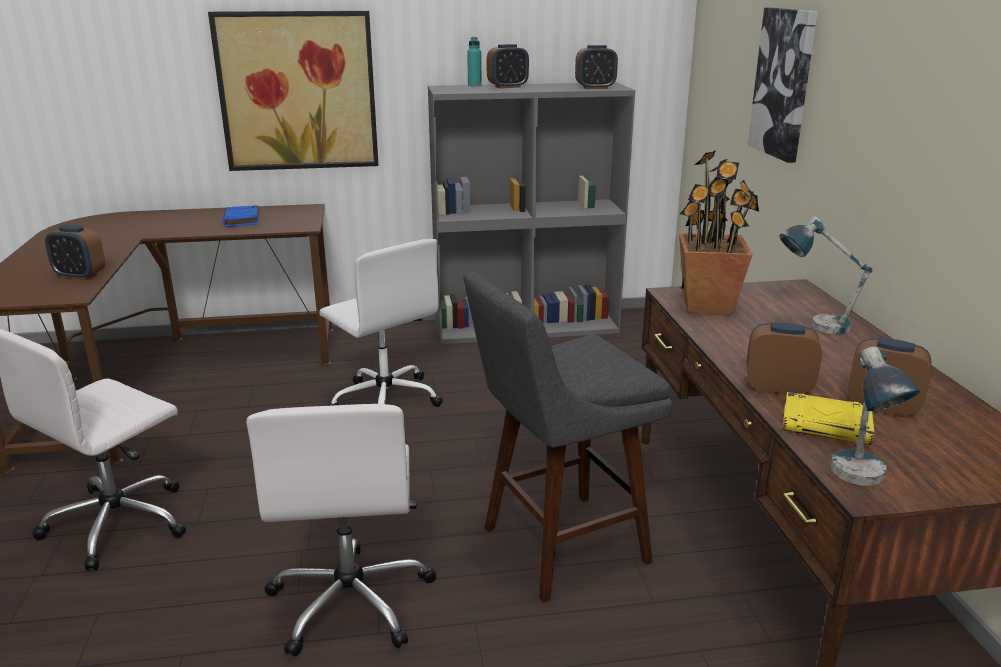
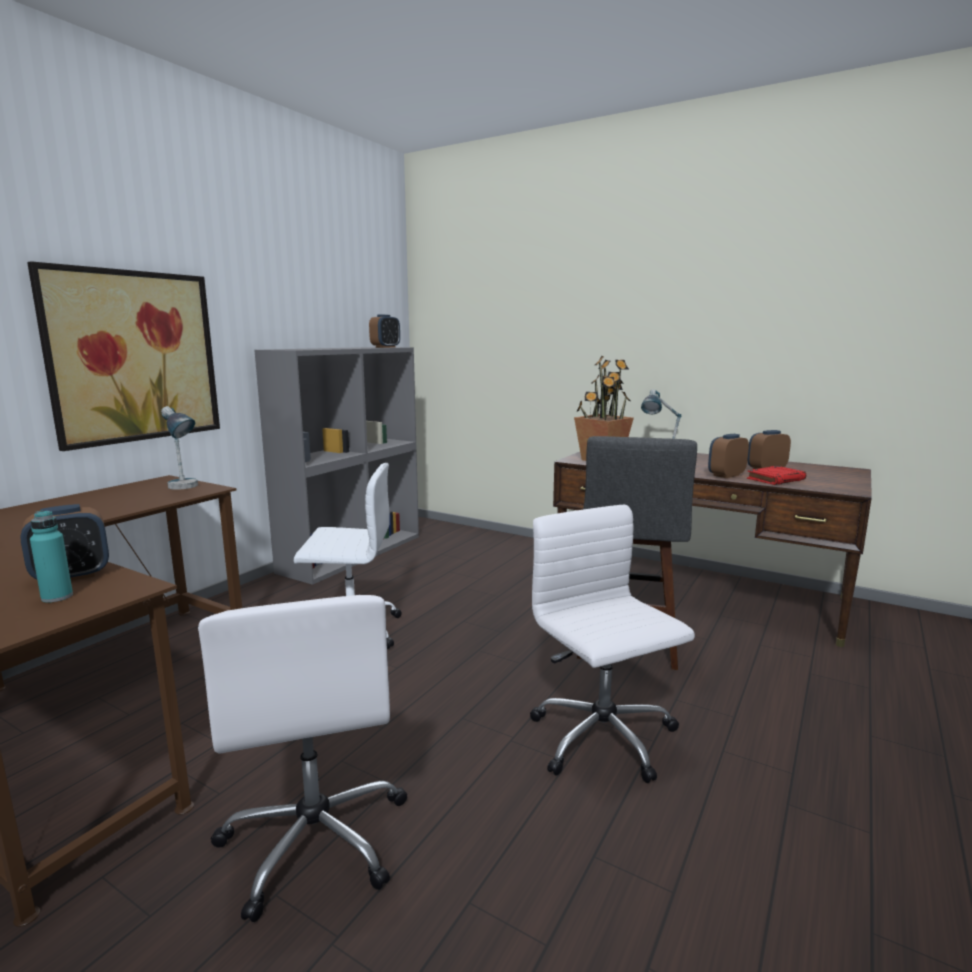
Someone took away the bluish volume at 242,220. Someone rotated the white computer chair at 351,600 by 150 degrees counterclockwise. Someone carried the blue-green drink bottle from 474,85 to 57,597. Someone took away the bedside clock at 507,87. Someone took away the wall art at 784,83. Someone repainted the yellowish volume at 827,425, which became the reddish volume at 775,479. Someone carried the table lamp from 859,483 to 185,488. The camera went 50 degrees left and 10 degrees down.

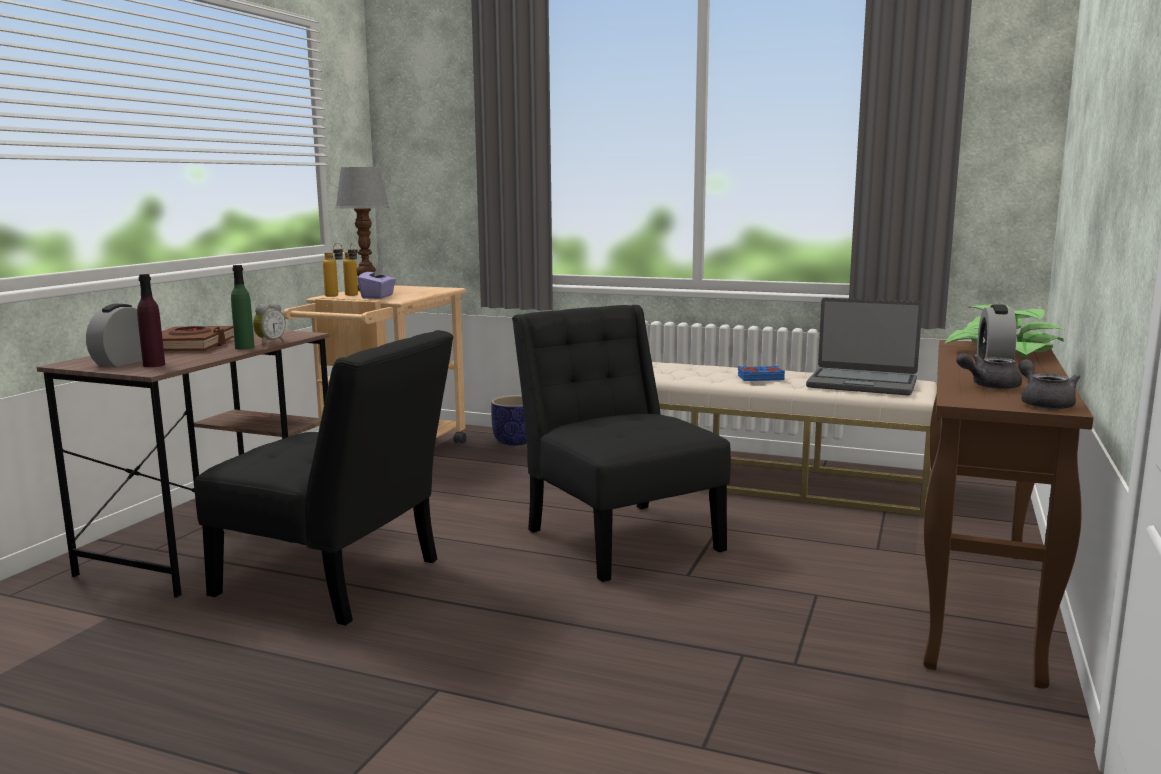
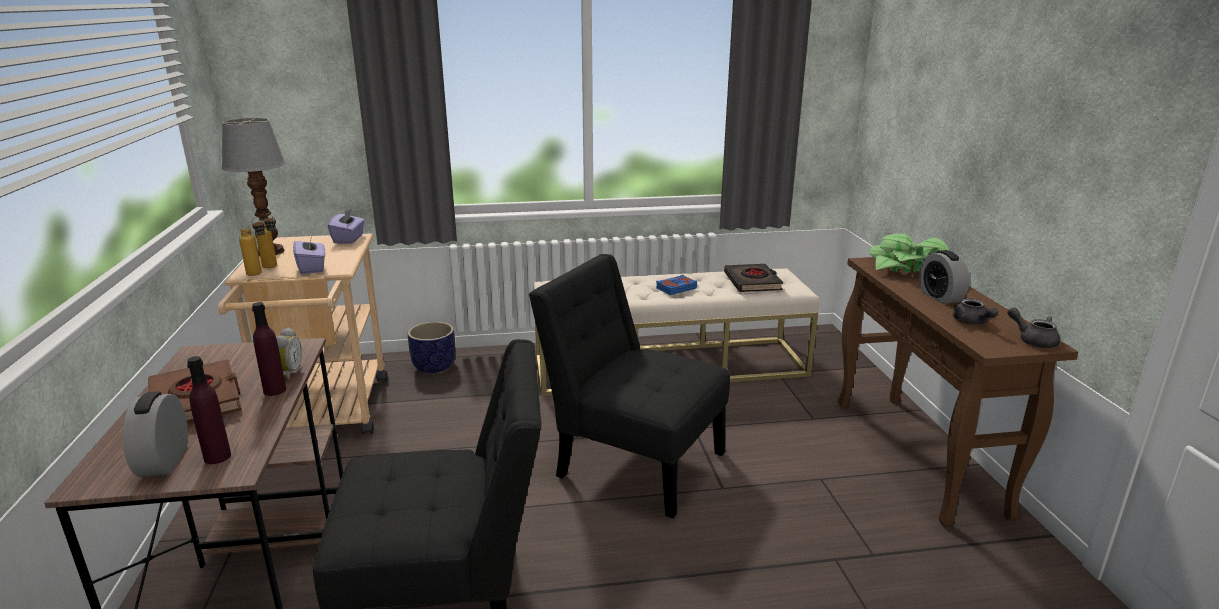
Someone repainted the greenish drink bottle at 244,347, which became the purple drink bottle at 275,390. Someone swapped the notebook computer at 862,383 for the black volume at 752,282. Someone rotated the gray pot for tea at 988,386 by 60 degrees counterclockwise. Someone put down the purple box of tissues at 349,239. The camera went 30 degrees left and 10 degrees up.

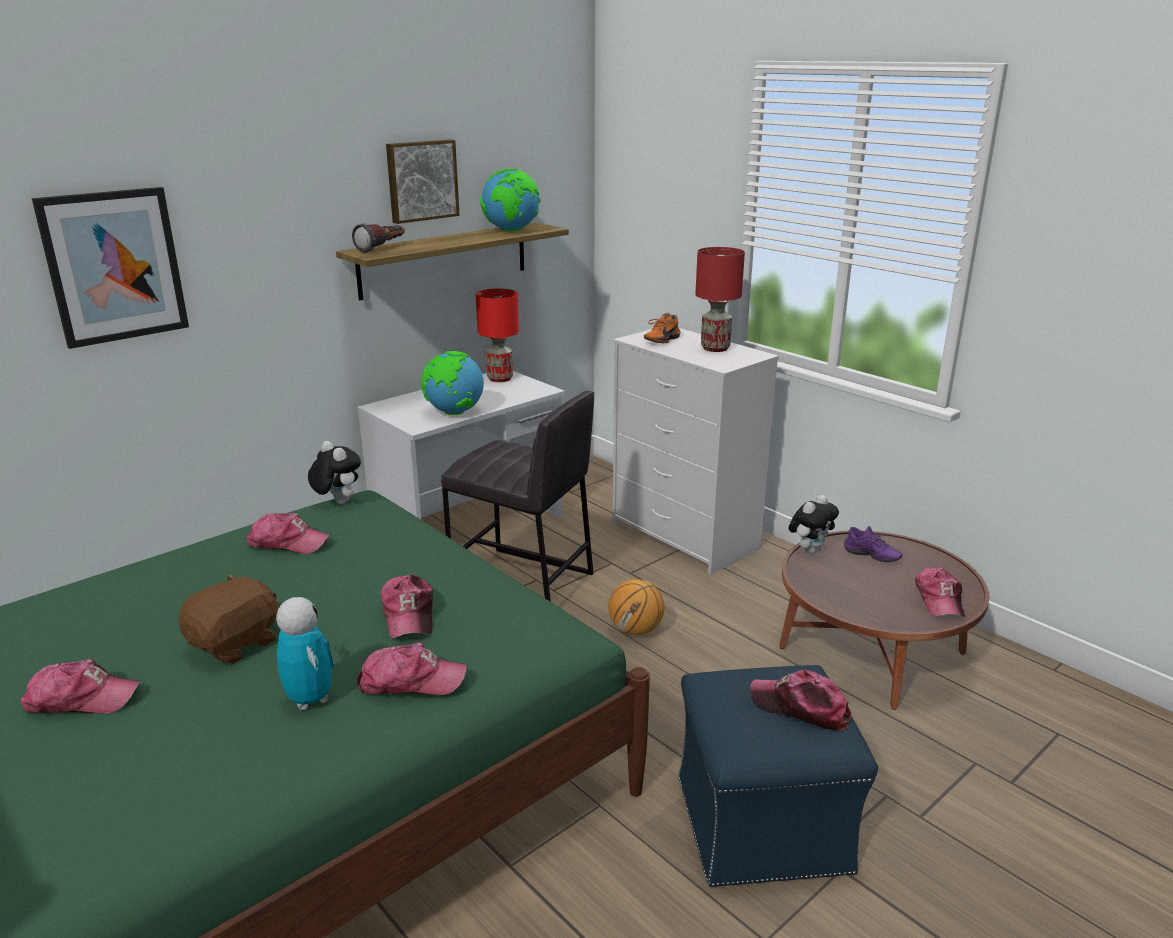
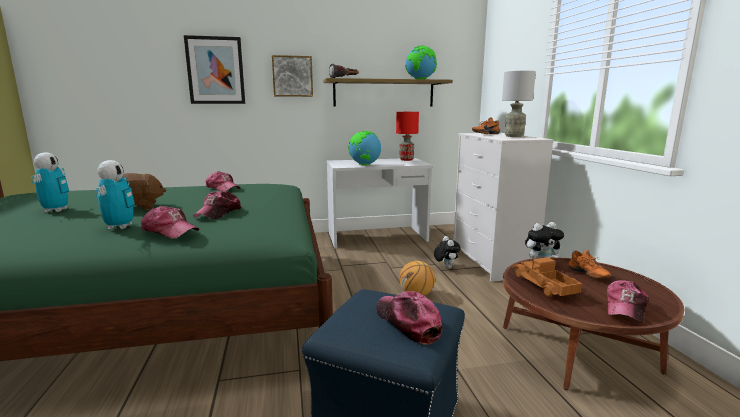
Someone swapped the cap at 81,699 for the model robot at 56,210. Someone carried the soft toy from 337,502 to 445,267. Someone carried the wall art from 421,180 to 292,76. Someone took away the gray stool seat at 522,583. Someone repainted the reddish table lamp at 714,348, which became the gray table lamp at 513,136. Someone repainted the purple low shoe at 870,557, which became the orange-coloured low shoe at 587,275. Someone put down the toy lorry at 544,285. The camera went 30 degrees right and 10 degrees down.

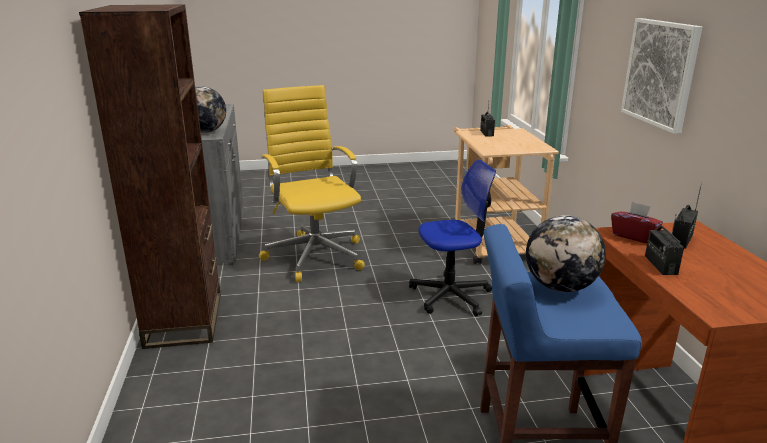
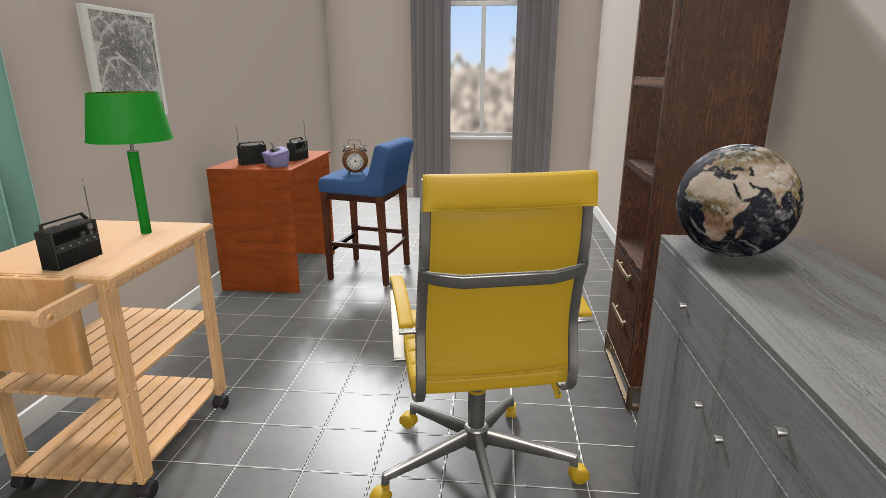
Someone took away the computer chair at 451,295. Someone swapped the world globe at 560,287 for the bedside clock at 355,173. Someone repainted the reddish box of tissues at 633,236, which became the purple box of tissues at 276,165. Someone put down the greenish table lamp at 146,233. The camera went 165 degrees left and 5 degrees down.

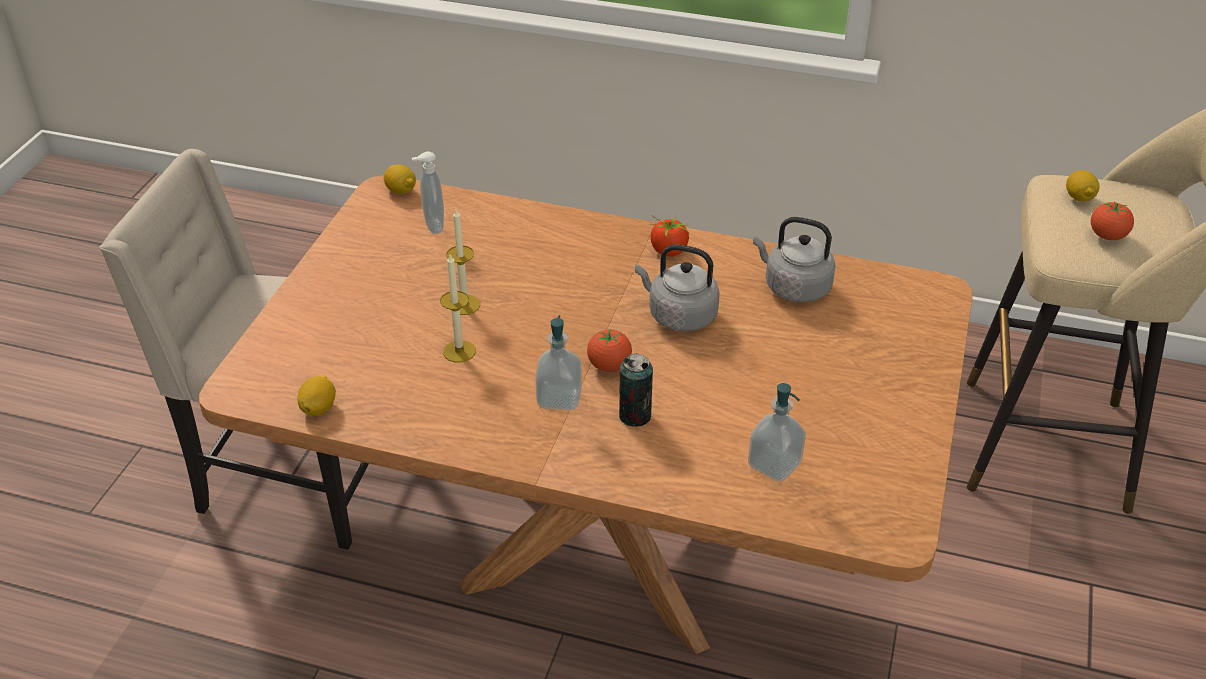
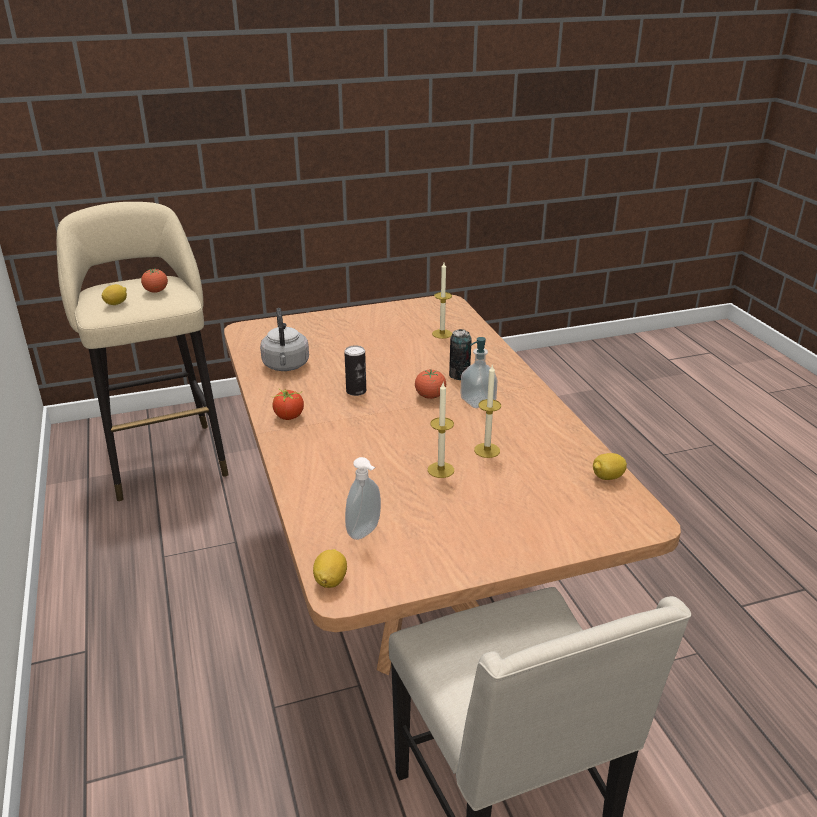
Someone swapped the gray kettle at 679,315 for the metal can at 356,391. Someone swapped the soap dispenser at 774,464 for the wax candle at 442,334. The camera went 125 degrees left and 10 degrees down.

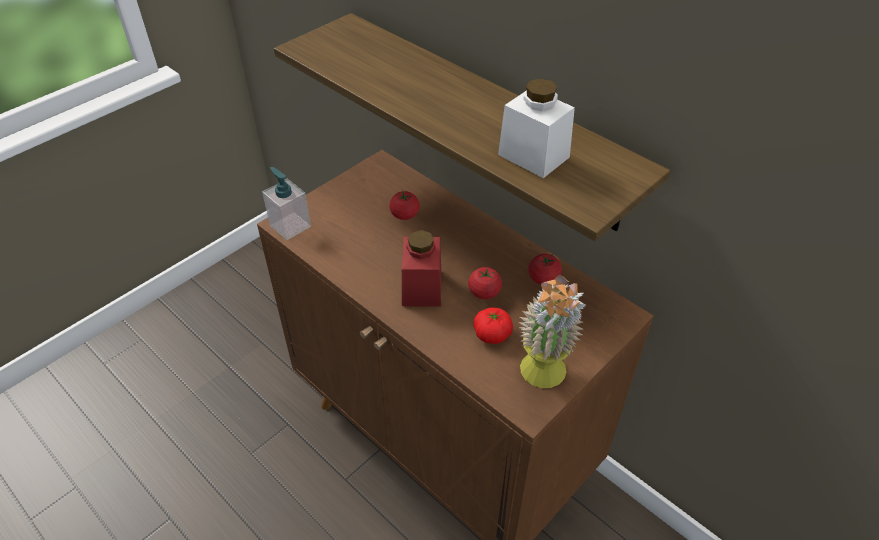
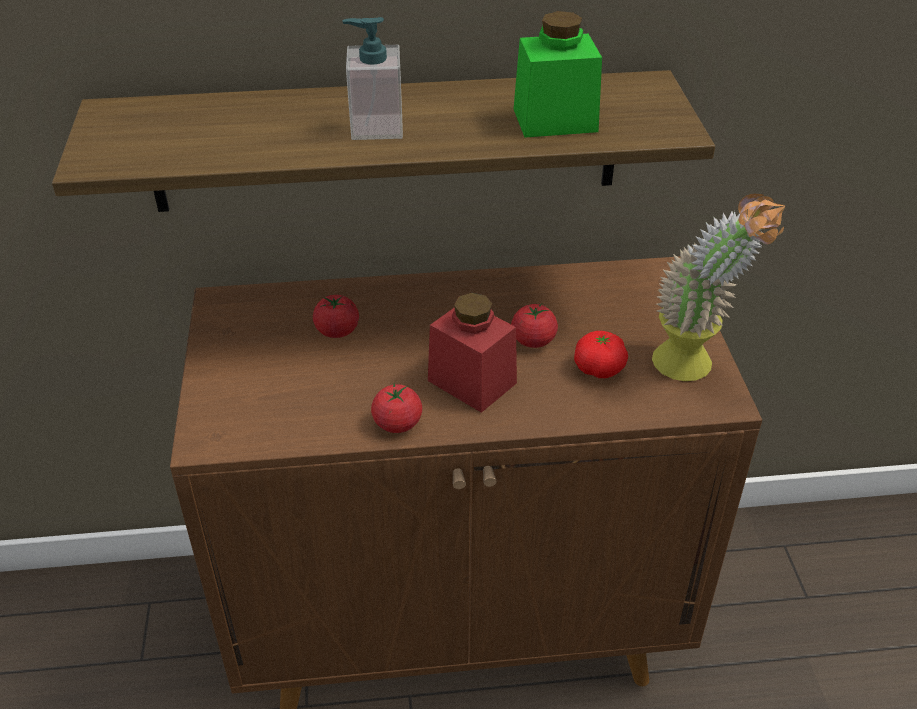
Someone carried the soap dispenser from 290,226 to 376,127. Someone repainted the white storage jar at 533,156, which became the greenish storage jar at 555,120. Someone carried the fresh tomato from 543,278 to 397,423. The camera went 50 degrees left and 5 degrees down.

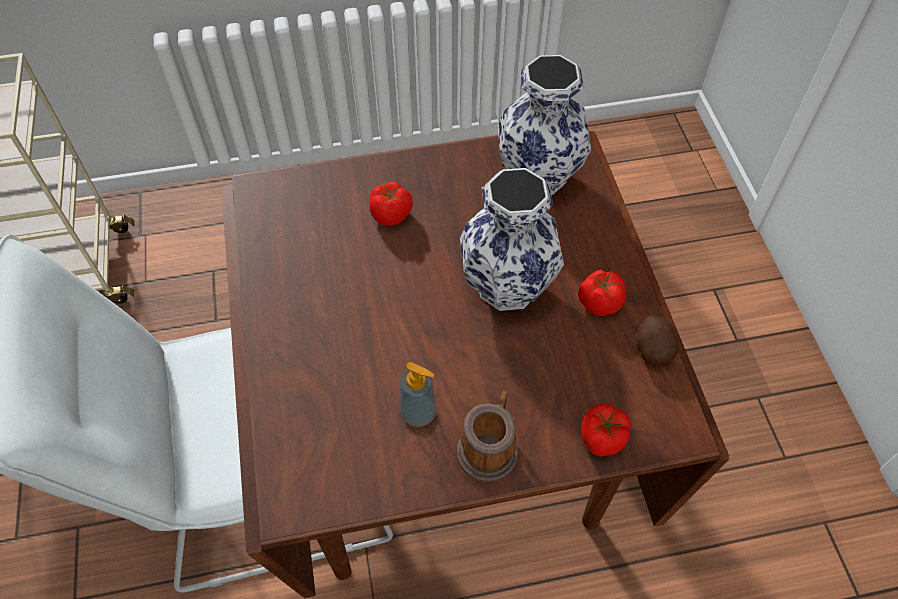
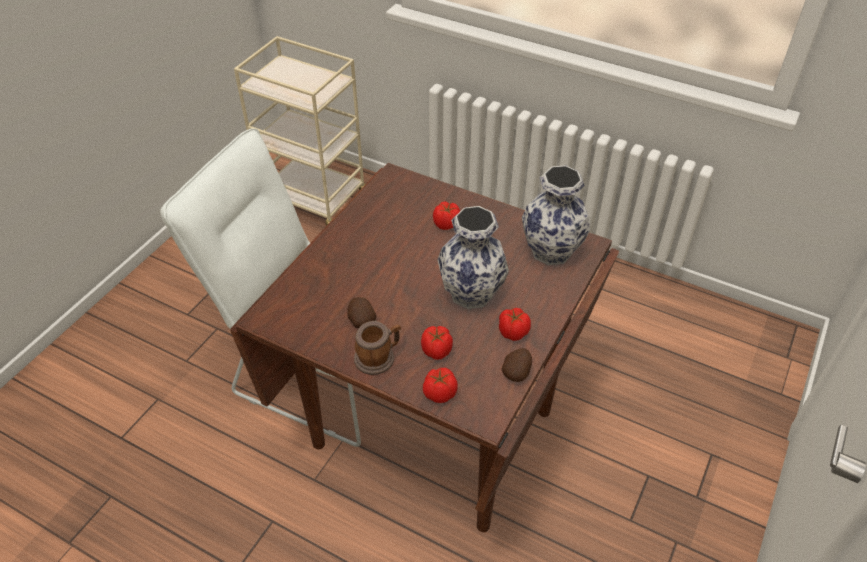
Someone swapped the soap dispenser at 418,413 for the whole potato at 361,320. Someone put down the fresh tomato at 436,351. The camera went 40 degrees right and 10 degrees down.

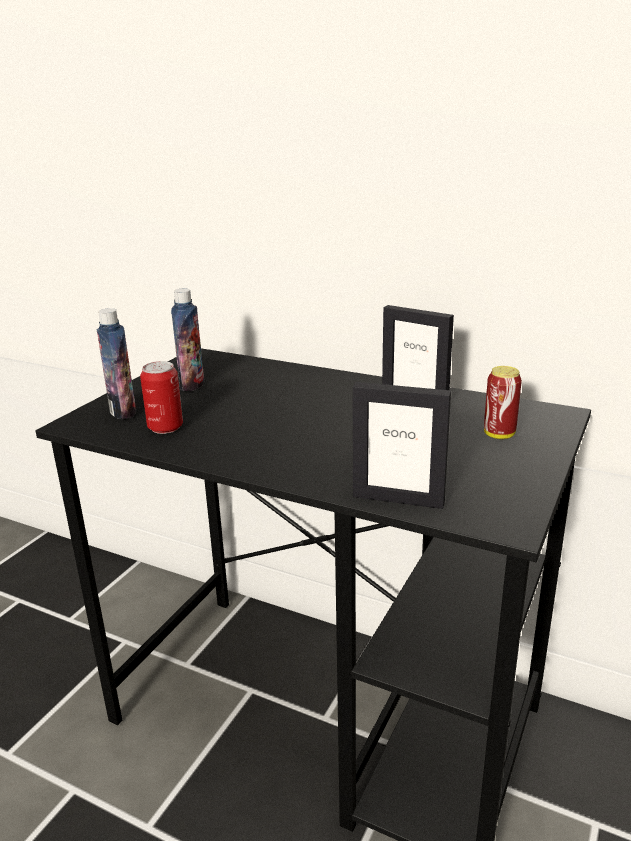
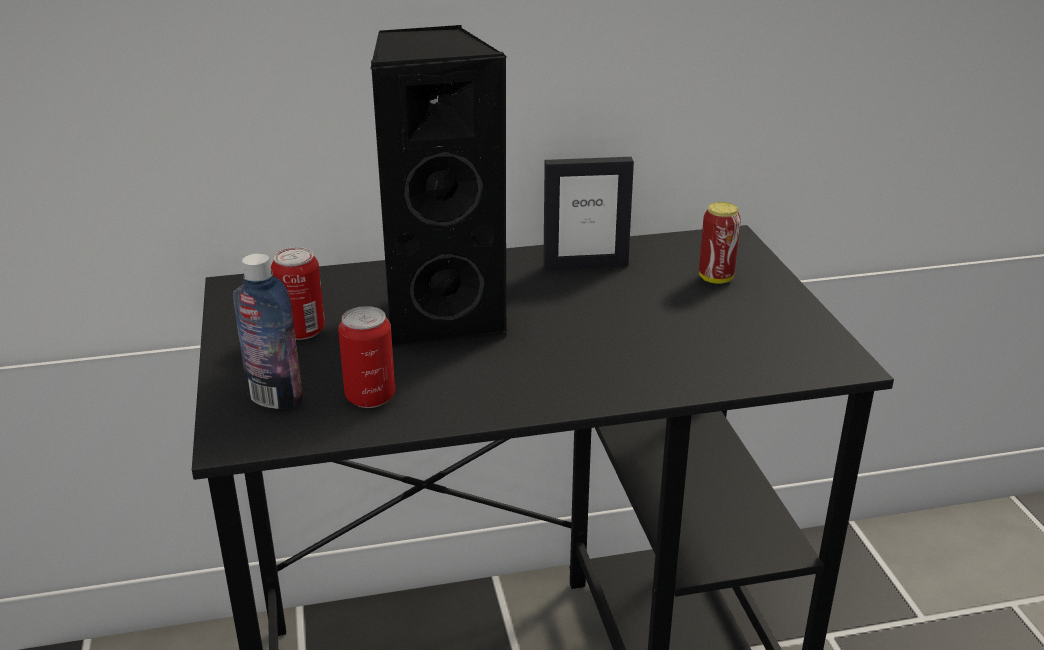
Someone swapped the drink bottle at 192,384 for the metal can at 302,330. Someone took away the standing frame at 398,499. Someone put down the black speaker at 442,316. The camera went 40 degrees left and 5 degrees up.

